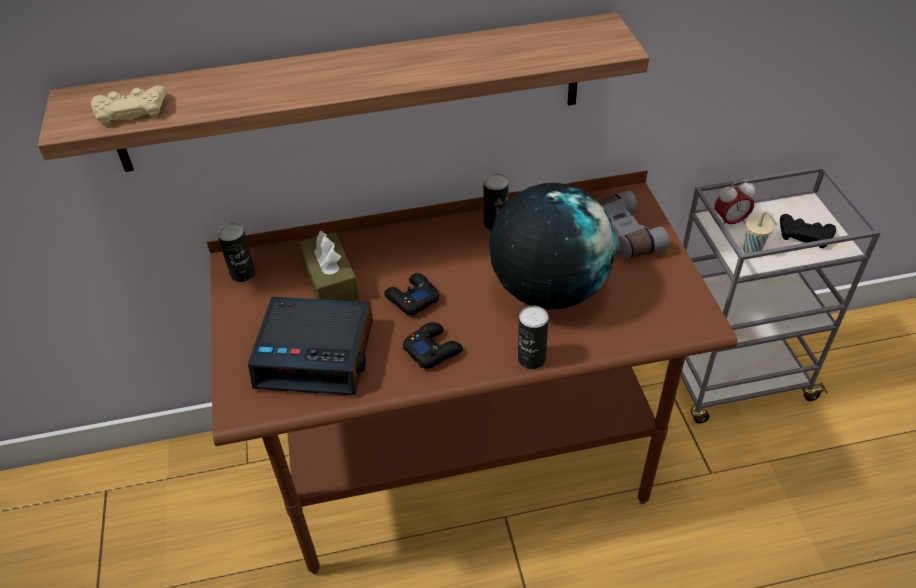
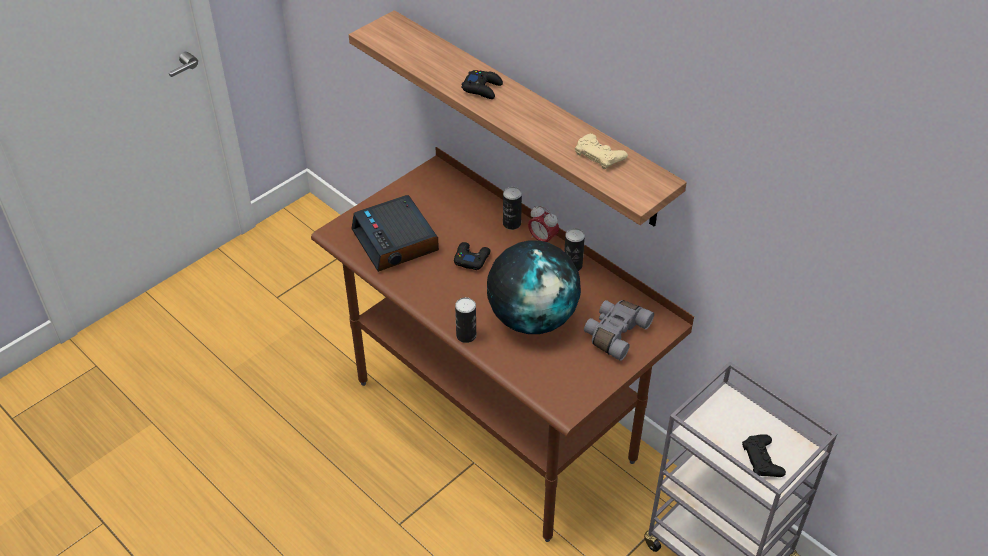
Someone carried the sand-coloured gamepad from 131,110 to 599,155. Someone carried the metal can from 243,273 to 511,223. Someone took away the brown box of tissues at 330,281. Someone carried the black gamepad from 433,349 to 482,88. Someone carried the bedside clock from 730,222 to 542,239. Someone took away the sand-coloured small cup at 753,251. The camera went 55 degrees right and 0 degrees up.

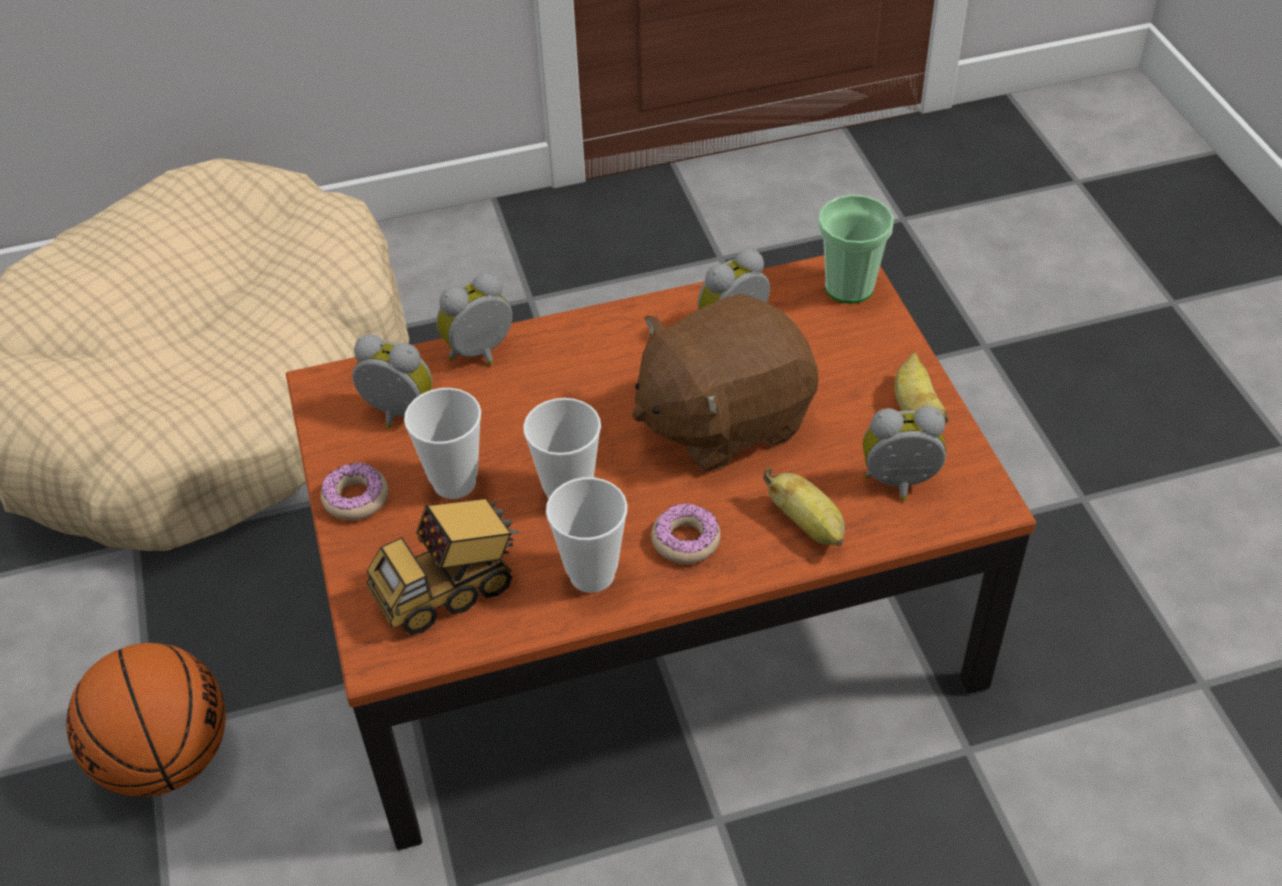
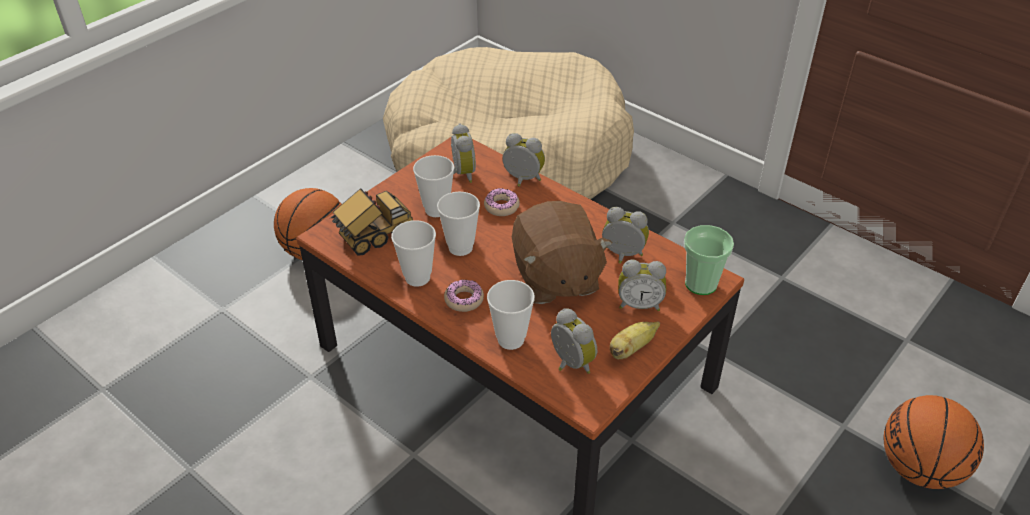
Someone carried the ring doughnut from 356,498 to 501,206. Someone rotated the toy lorry at 450,590 by 120 degrees clockwise. Someone rotated the brown soft toy at 723,419 by 135 degrees counterclockwise. Someone swapped the banana at 808,525 for the small cup at 511,339. Someone put down the bedside clock at 639,304. Someone put down the ball for basketball at 919,468. The camera went 55 degrees right and 5 degrees down.

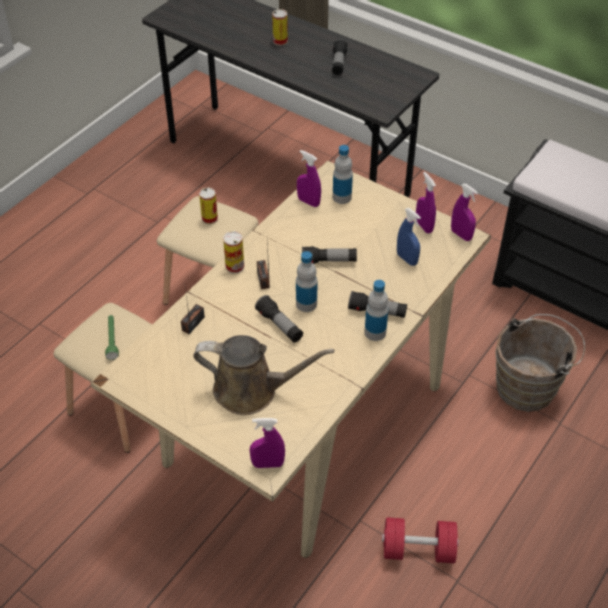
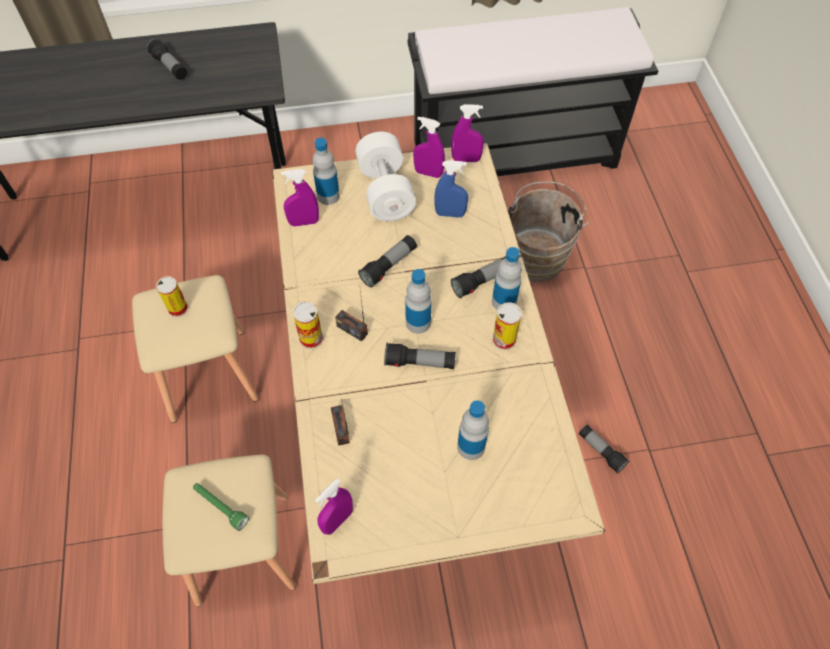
Someone swapped the brown sprinkling can at 252,390 for the drink bottle at 471,447. Someone carried the purple spray bottle from 268,464 to 337,520. Someone carried the metal can from 280,41 to 504,339. Someone swapped the reddish hand weight at 418,550 for the torch at 601,451. Someone put down the white hand weight at 385,191. The camera went 45 degrees left and 10 degrees up.

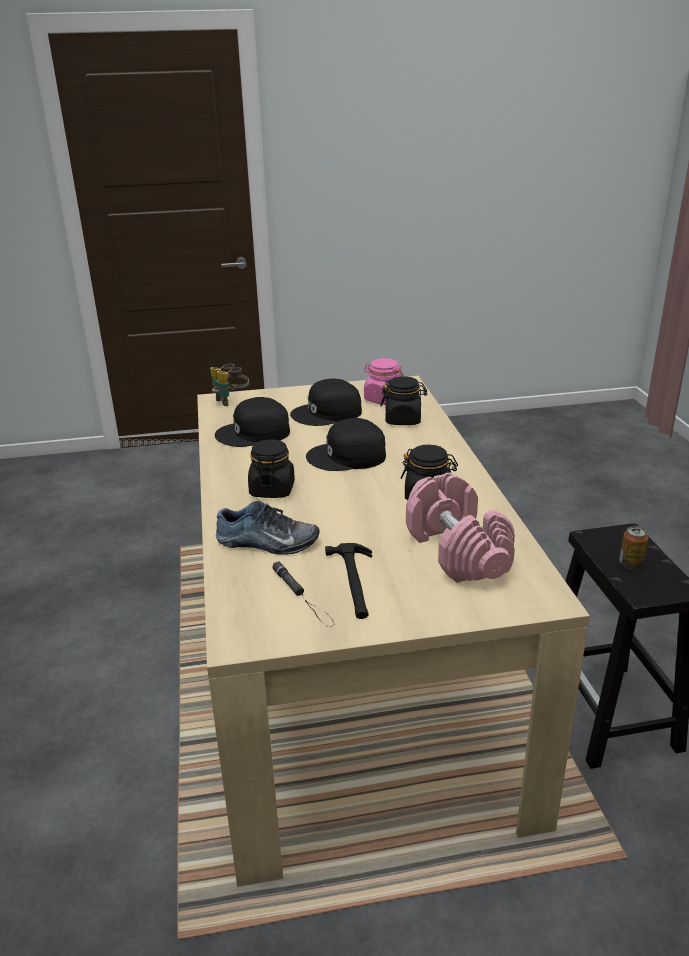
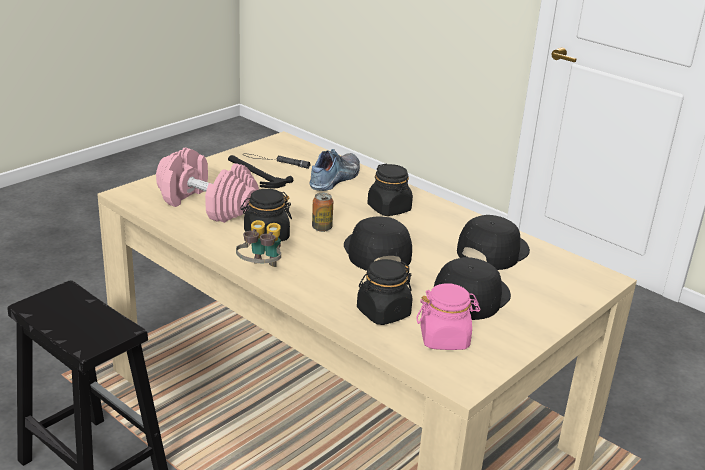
Someone carried the field glasses from 230,400 to 261,270. Someone rotated the low shoe at 267,543 by 150 degrees clockwise. Someone rotated the black cap at 347,457 by 60 degrees counterclockwise. Someone carried the metal can from 630,564 to 322,228. The camera went 140 degrees right and 0 degrees up.

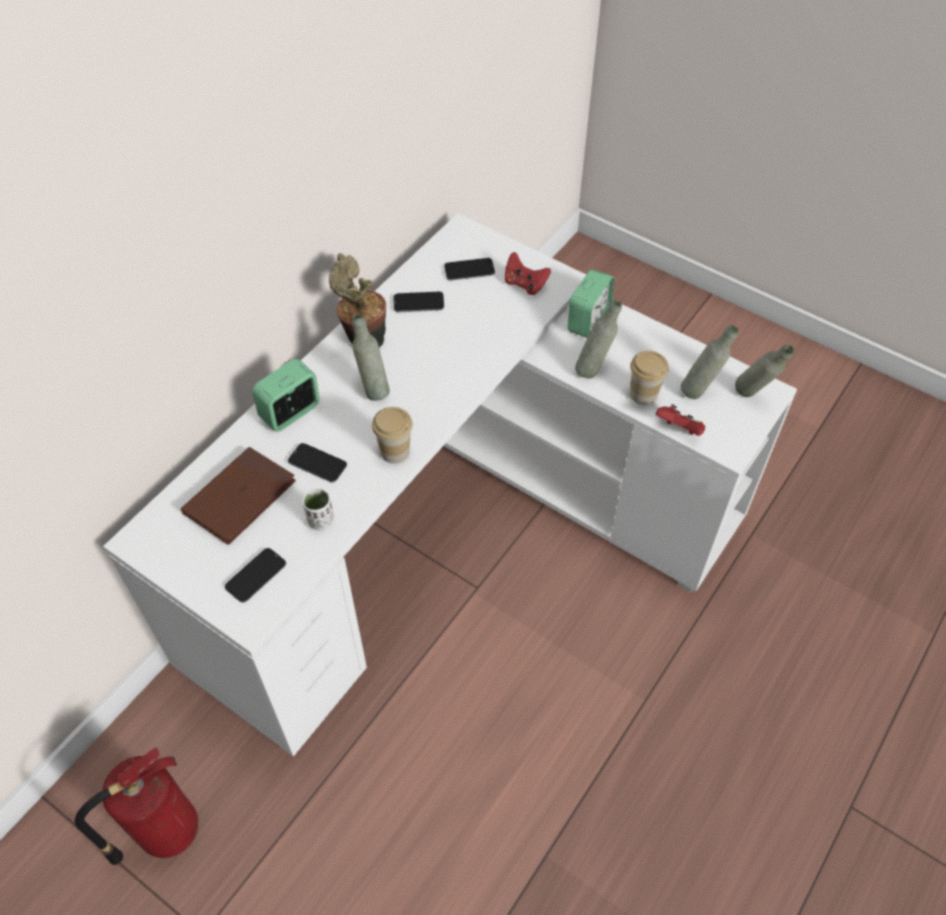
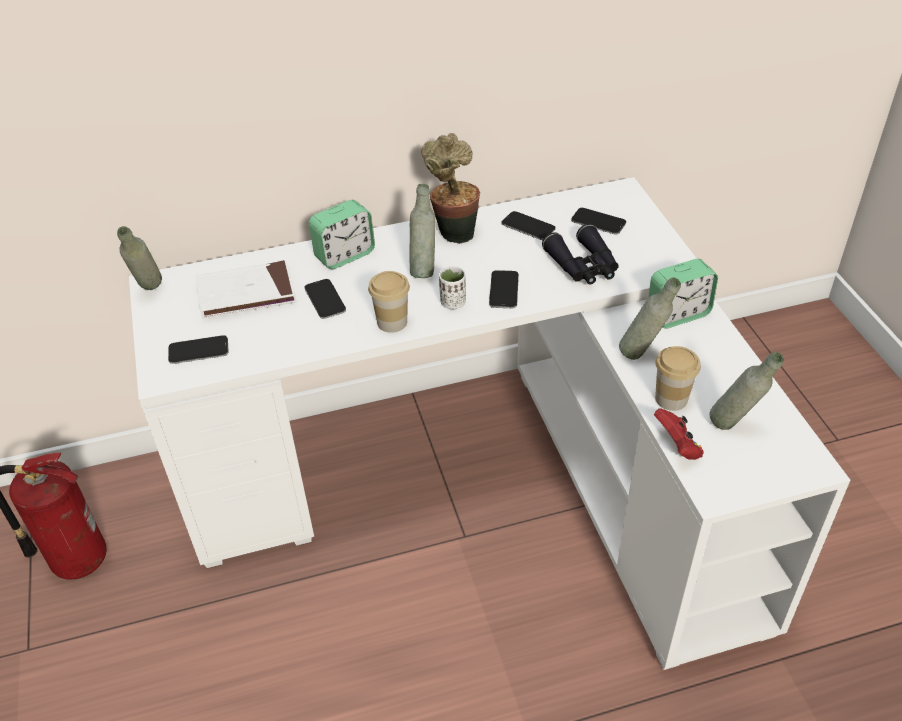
Someone repainted the brown volume at 240,498, which became the white volume at 246,293. Someone rotated the bedside clock at 290,412 by 150 degrees clockwise. Someone carried the white small cup from 321,520 to 453,303. Someone took away the reddish gamepad at 525,284. Someone carried the gray drink bottle from 753,397 to 149,292. Someone put down the handset at 504,290. Someone put down the black field glasses at 583,266. The camera went 40 degrees right and 10 degrees down.

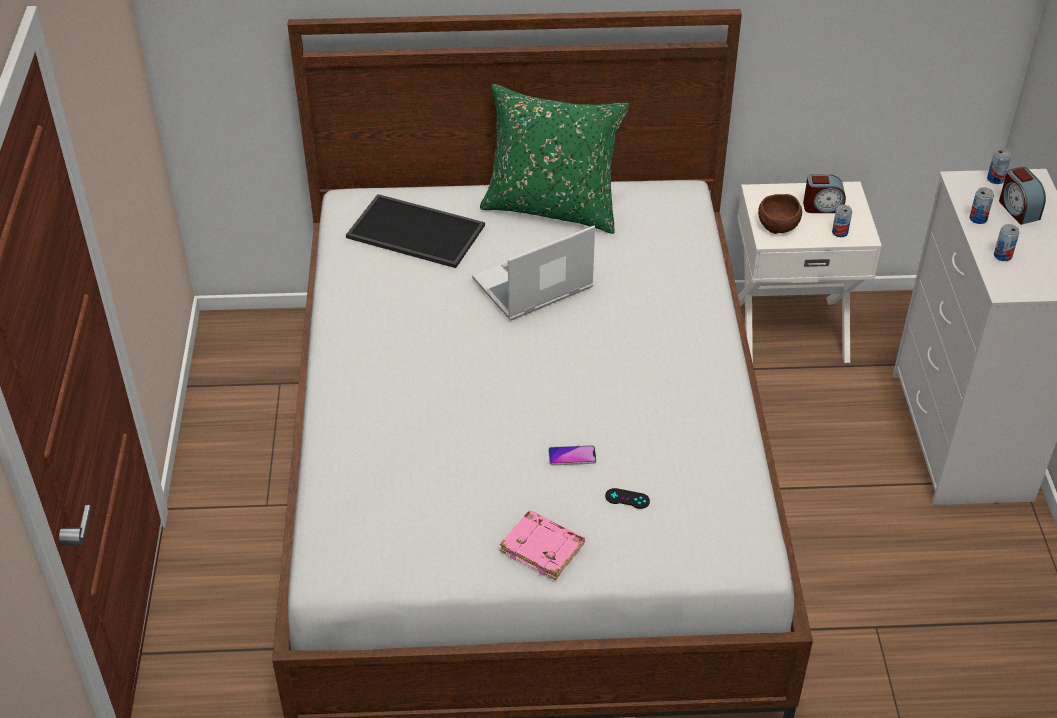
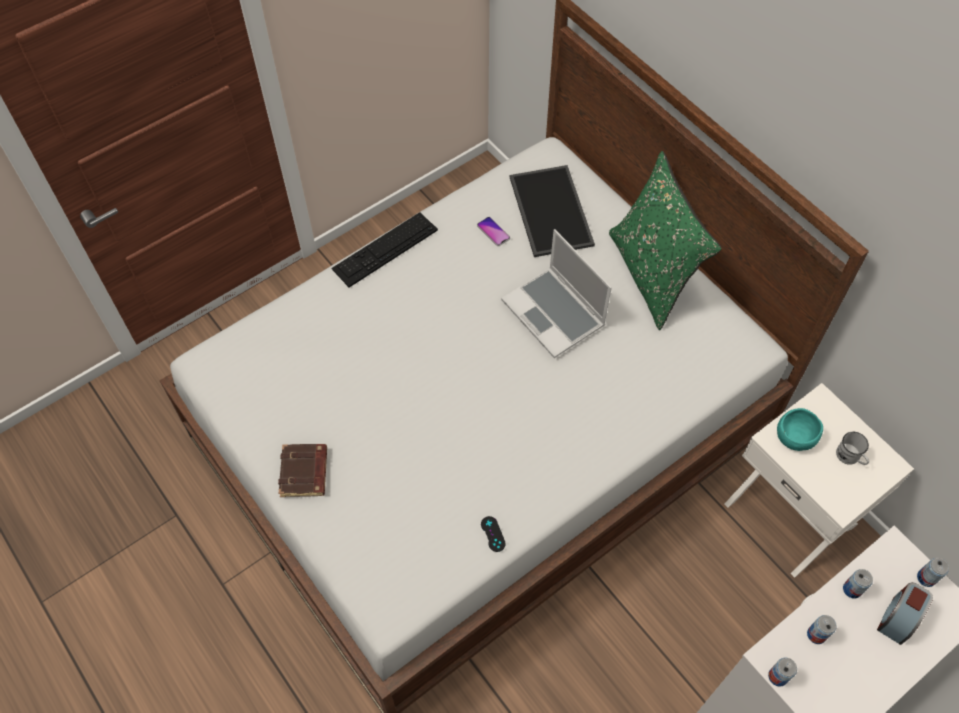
Someone rotated the notebook computer at 532,286 by 150 degrees counterclockwise. Someone repainted the pink volume at 543,548, which became the brown volume at 305,473. Someone carried the handset from 572,456 to 493,232. Someone carried the black gamepad from 627,498 to 493,534. Someone repainted the brown deep dish at 777,225, which became the blue-green deep dish at 794,436. Someone swapped the bedside clock at 822,207 for the white tea mug at 850,457. Someone carried the metal can from 839,232 to 778,676. Someone put down the computer keyboard at 385,249. The camera went 55 degrees right and 15 degrees up.

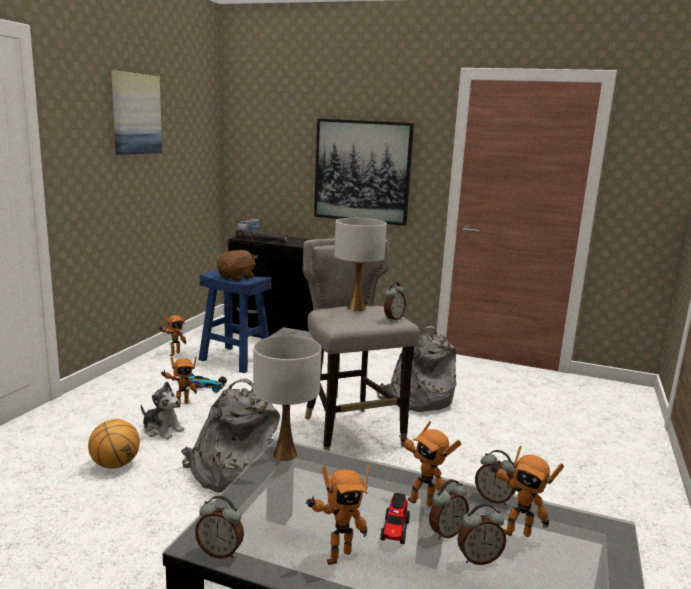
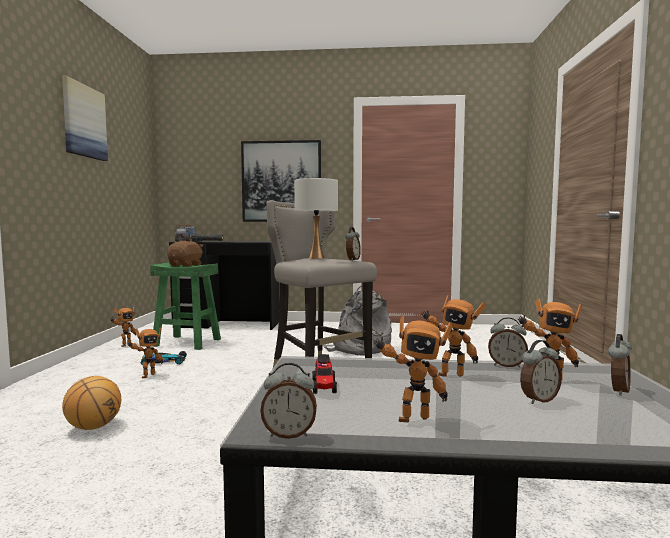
Someone took away the soft toy at 162,430. Someone took away the gray backpack at 232,471. Someone repainted the bluish stool seat at 235,359, which became the greenish stool seat at 186,342. Someone took away the white table lamp at 284,454. Someone rotated the model robot at 336,555 by 45 degrees clockwise. Someone carried the toy lorry from 394,531 to 324,387. Someone carried the bedside clock from 446,532 to 617,390. The camera went 15 degrees left and 10 degrees down.

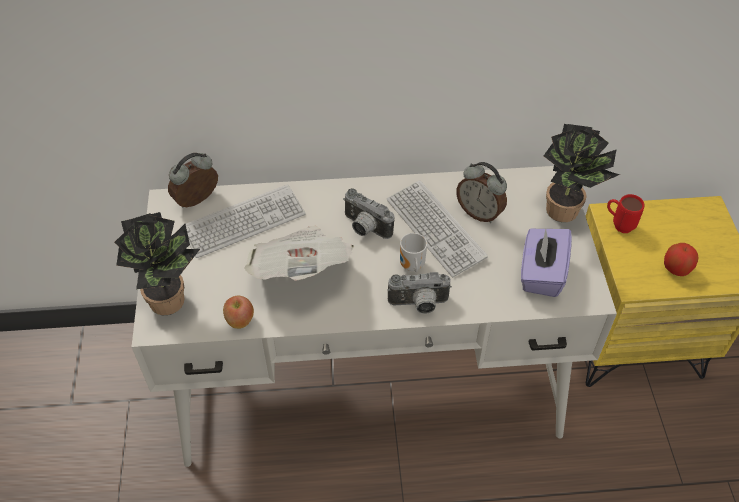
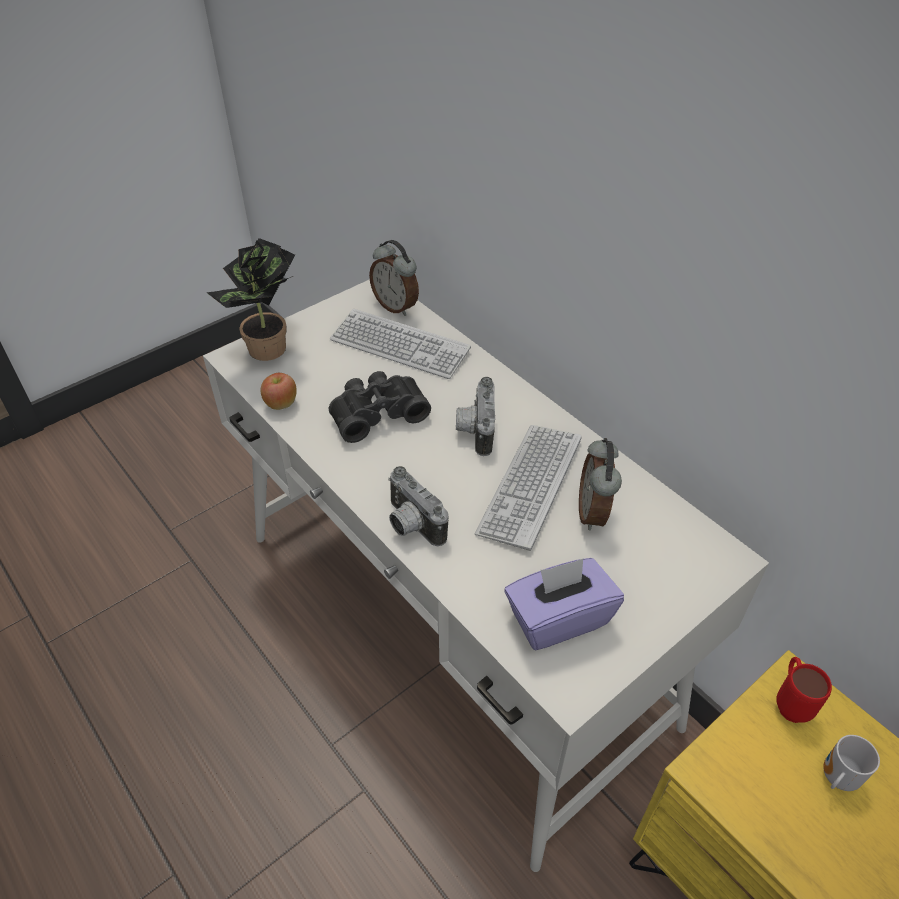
Someone rotated the bedside clock at 198,201 by 150 degrees counterclockwise. Someone swapped the printed paper at 301,270 for the black field glasses at 377,413. Someone carried the tea mug from 411,266 to 836,777. Someone took away the potted plant at 566,213. Someone took away the apple fruit at 676,269. The camera went 55 degrees right and 5 degrees down.

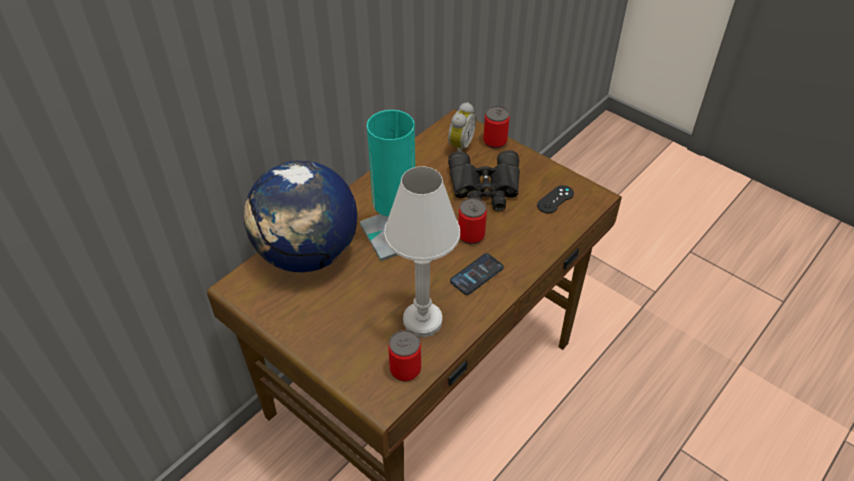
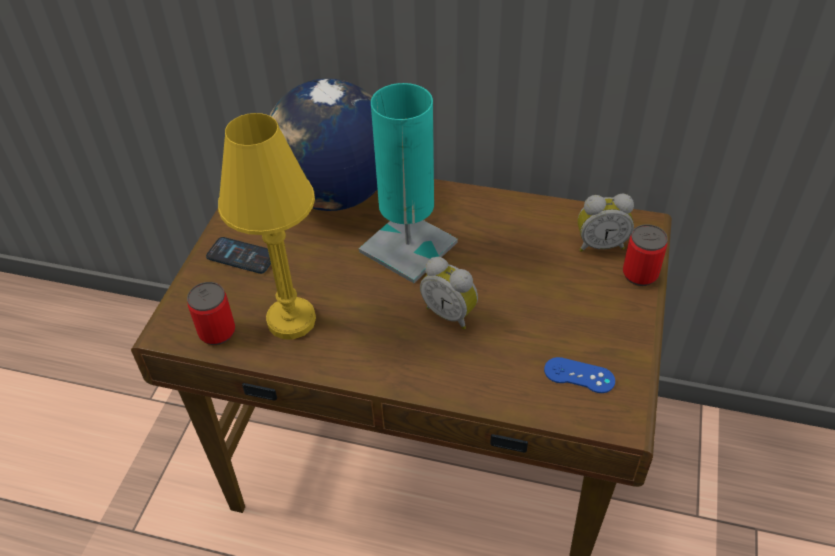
Someone repainted the white table lamp at 422,321, which became the yellowish table lamp at 291,320. Someone took away the black field glasses at 485,189. Someone carried the handset from 476,274 to 241,256. Someone swapped the metal can at 471,235 for the bedside clock at 450,313. Someone repainted the black gamepad at 555,199, which became the bluish gamepad at 579,375. The camera went 65 degrees right and 0 degrees up.

